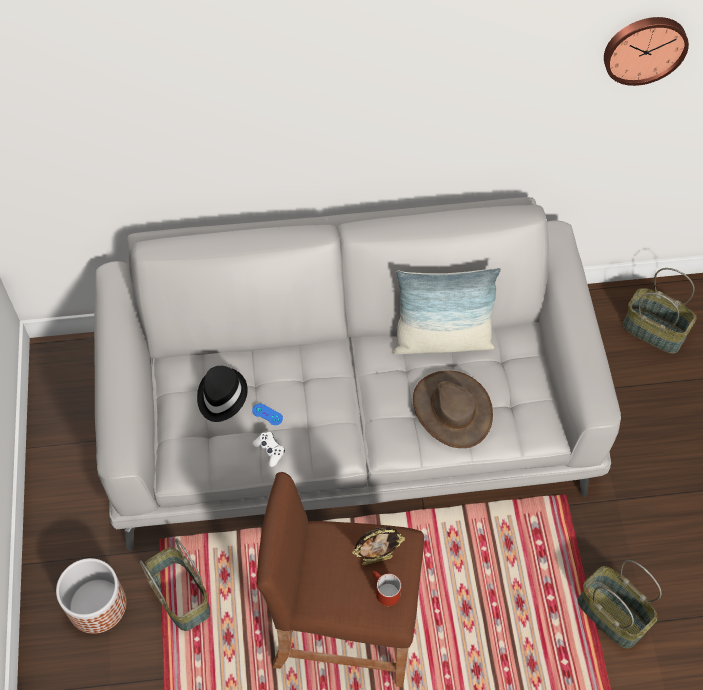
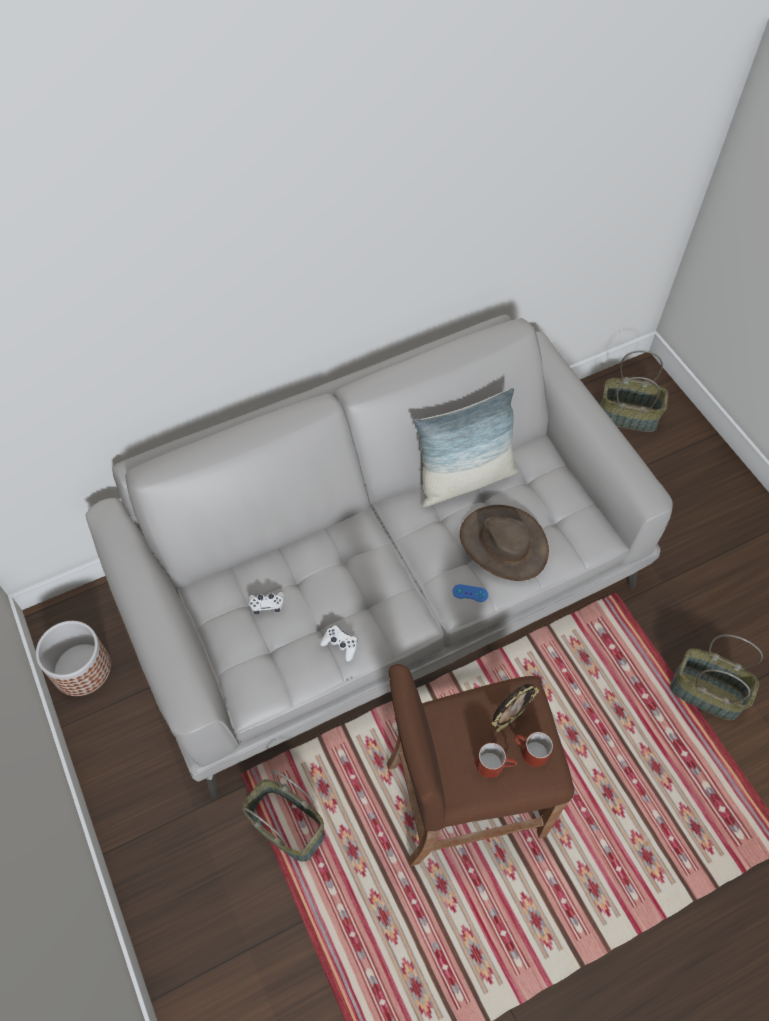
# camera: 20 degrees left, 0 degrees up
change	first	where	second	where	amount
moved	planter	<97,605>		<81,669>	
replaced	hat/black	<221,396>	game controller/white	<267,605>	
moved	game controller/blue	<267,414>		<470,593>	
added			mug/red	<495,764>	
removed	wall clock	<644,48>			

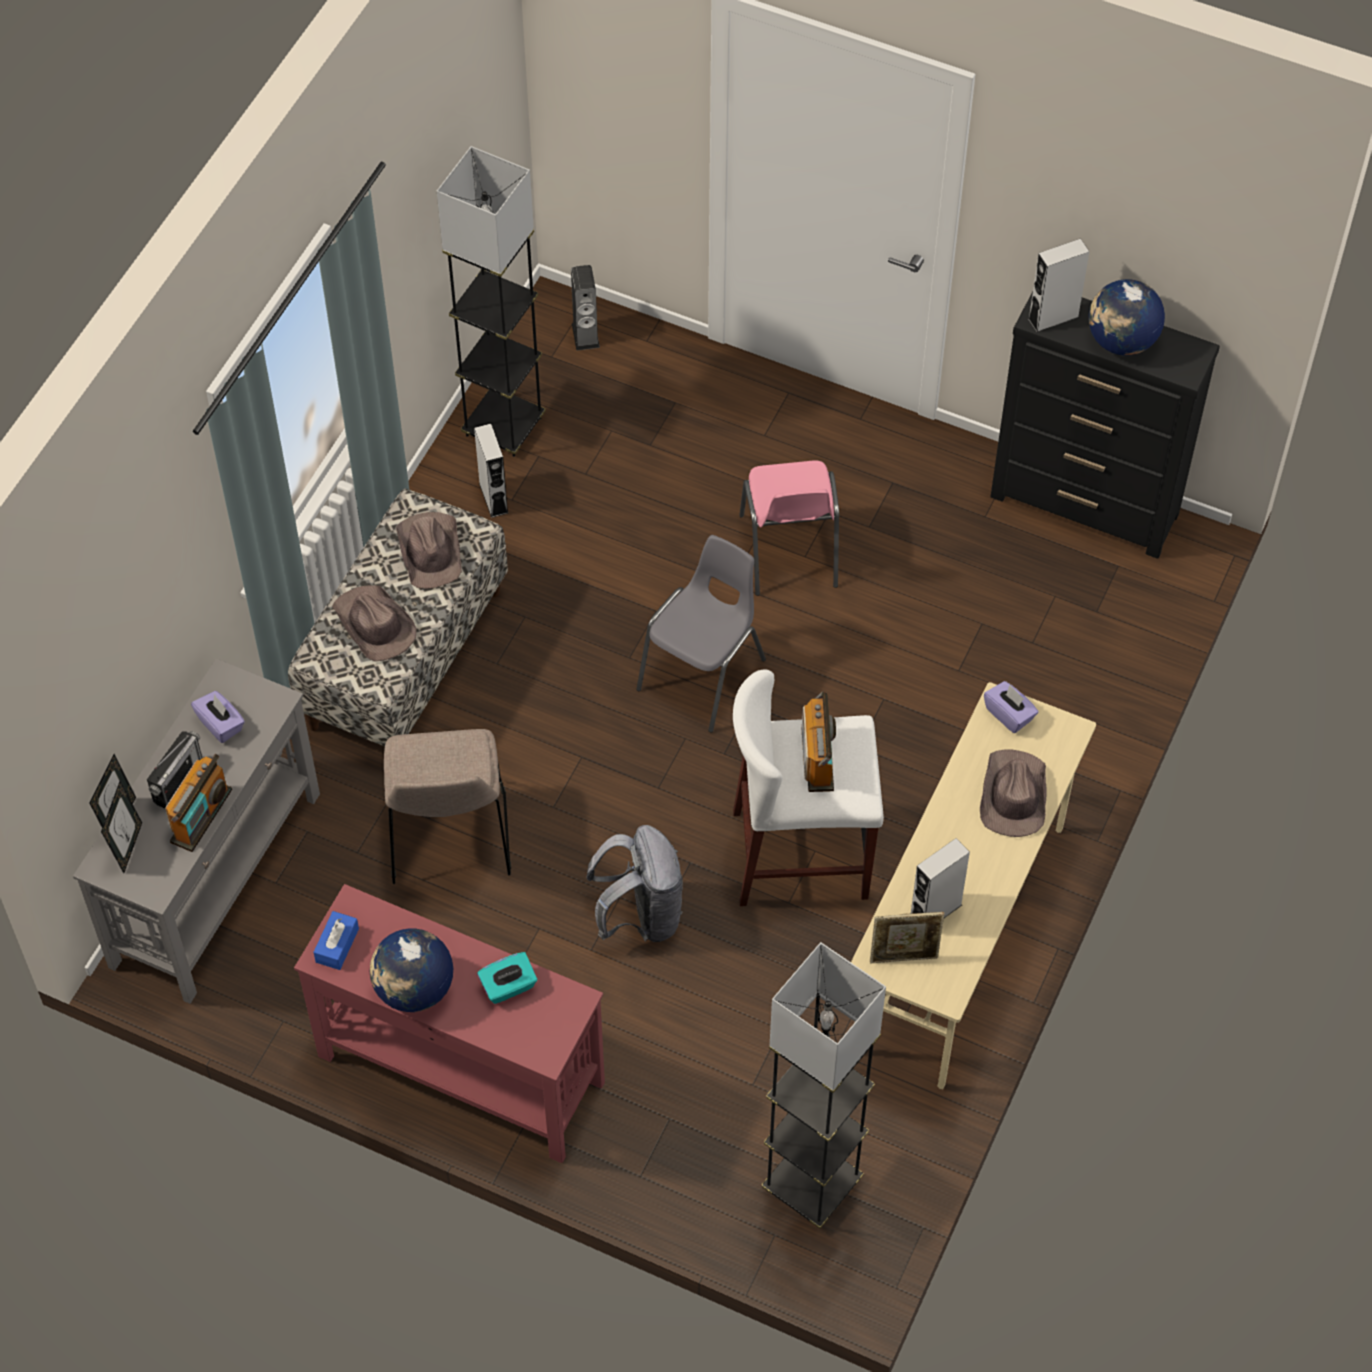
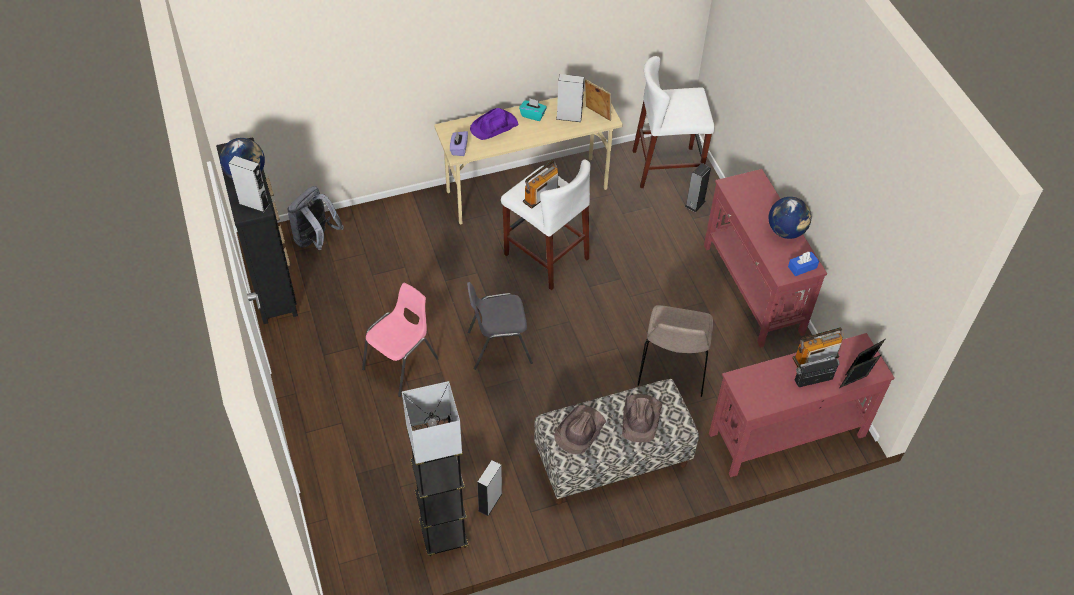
# camera: 135 degrees left, 5 degrees down
change	first	where	second	where	amount
moved	backpack/grey	<640,915>		<316,240>	
recoloured	hat/brown	<1013,795>	hat/purple	<494,127>	
moved	tissue box/turquoise	<508,987>		<533,115>	
replaced	floor lamp/grey	<812,1185>	stool/white	<666,167>	
turned	chair/beige	<449,839>		<672,370>	150 degrees clockwise
moved	speaker	<585,335>		<695,203>	
recoloured	console table/grey	<217,878>	console table/red	<786,434>	
removed	tissue box/purple	<221,724>			

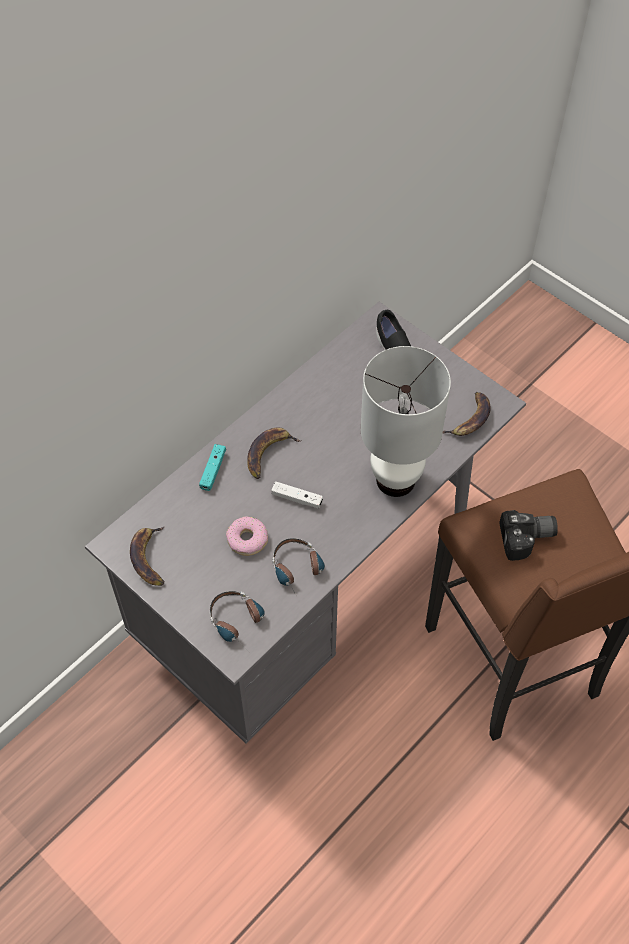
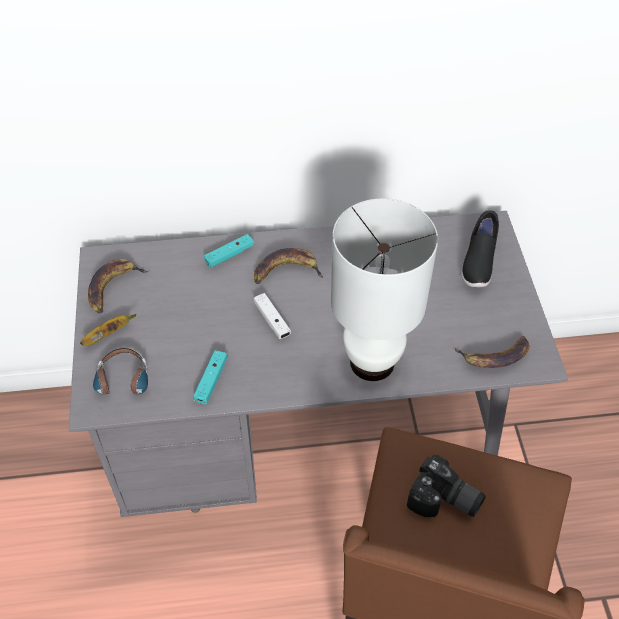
# camera: 40 degrees right, 5 degrees down
change	first	where	second	where	amount
added			banana	<108,335>	
replaced	headphones	<299,573>	game controller/turquoise	<211,380>	
removed	donut	<247,539>			

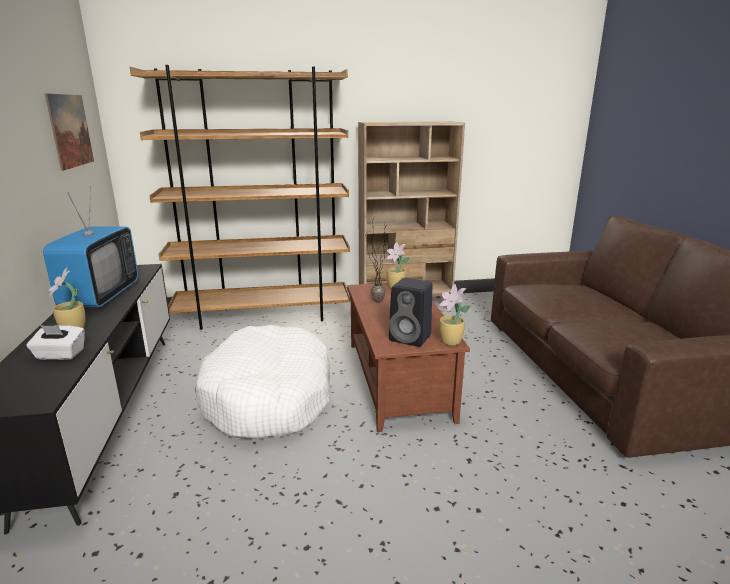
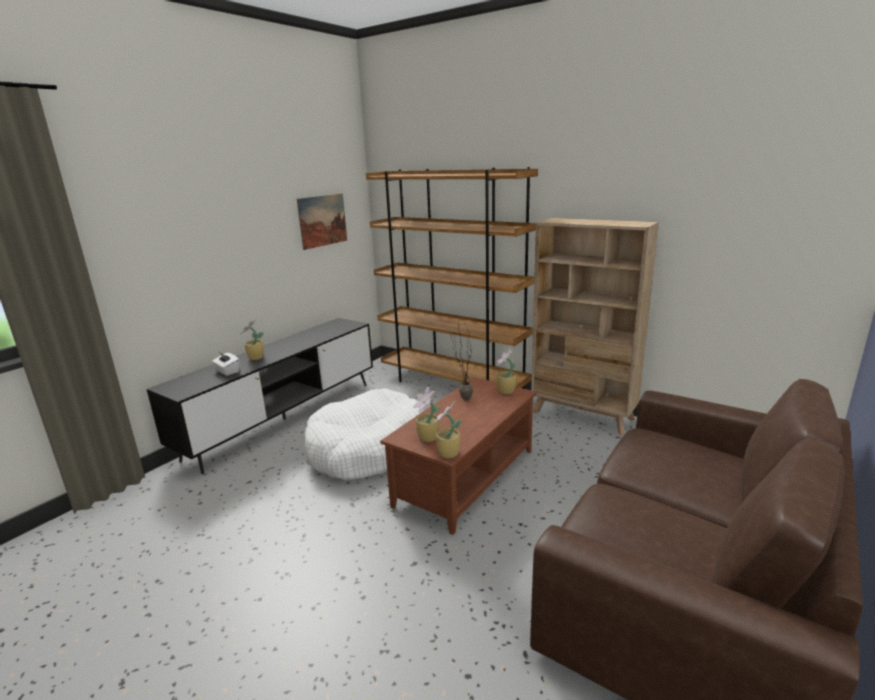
# camera: 45 degrees right, 0 degrees up
change	first	where	second	where	amount
replaced	speaker/black	<411,338>	potted plant	<428,438>	
removed	television	<101,296>			

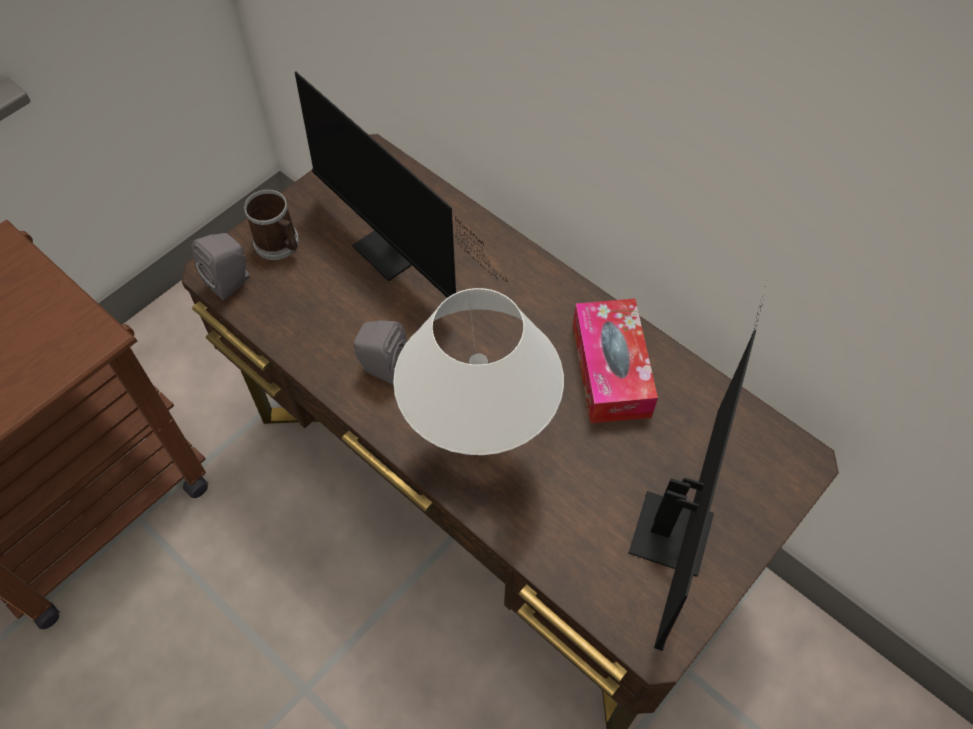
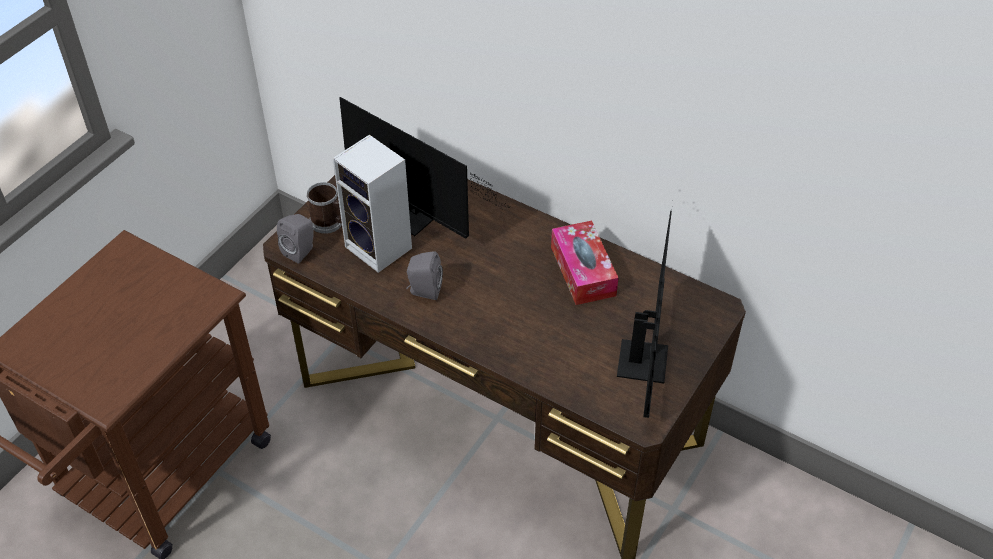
# camera: 10 degrees left, 10 degrees down
change	first	where	second	where	amount
added			speaker	<381,248>	
removed	table lamp/white	<479,455>			

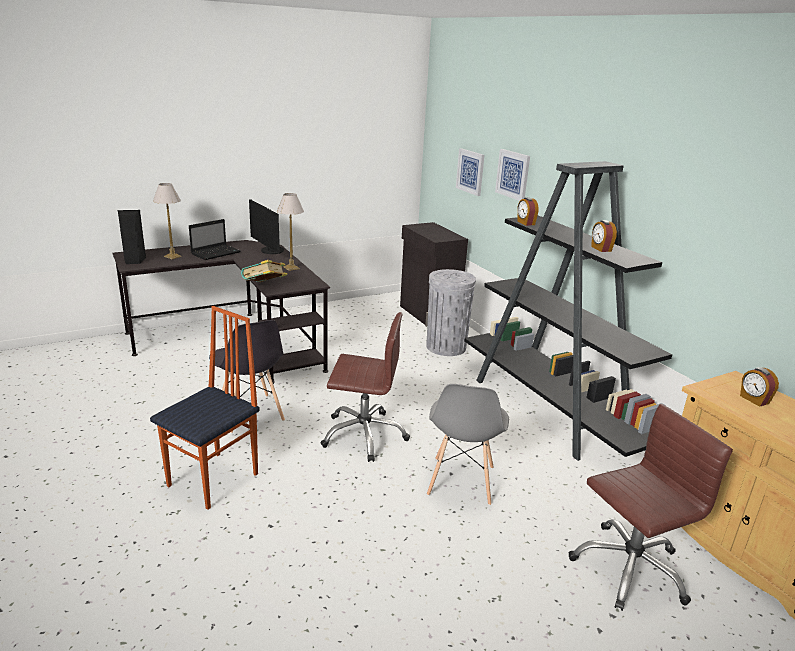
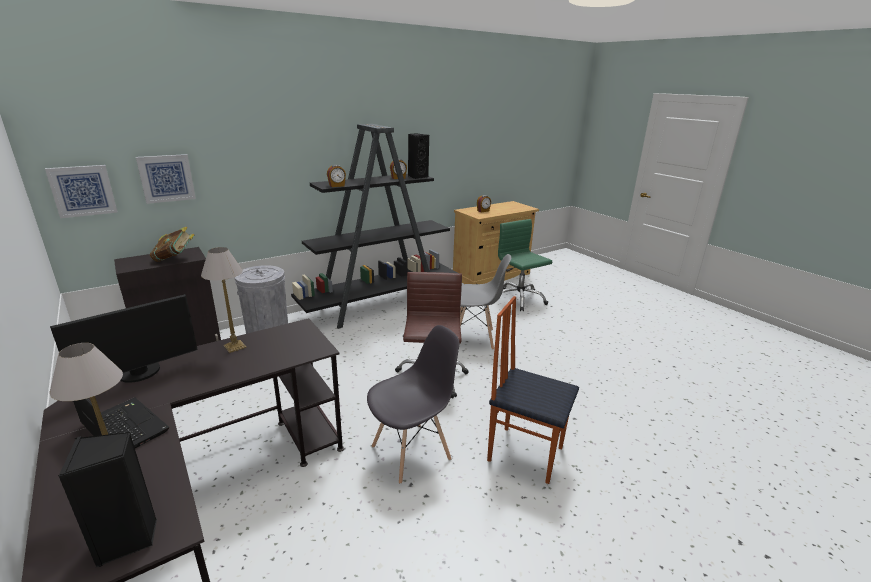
# camera: 95 degrees left, 0 degrees up
change	first	where	second	where	amount
moved	picture	<513,174>		<83,191>	
moved	book	<264,287>		<175,259>	
added			speaker/black	<417,176>	
recoloured	office chair/brown	<629,567>	office chair/green	<519,299>	

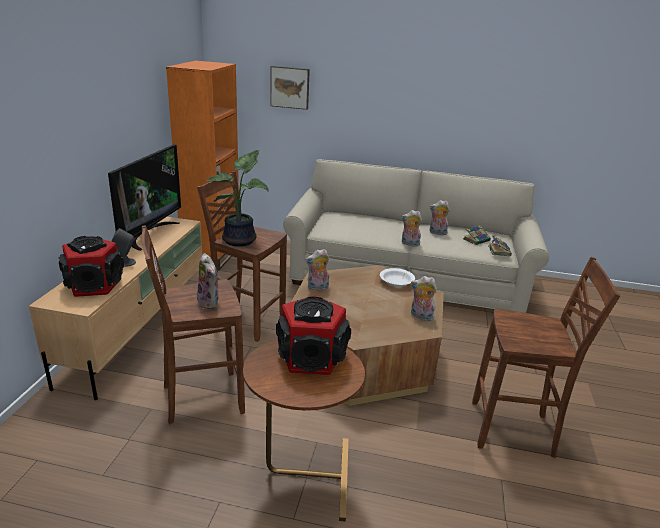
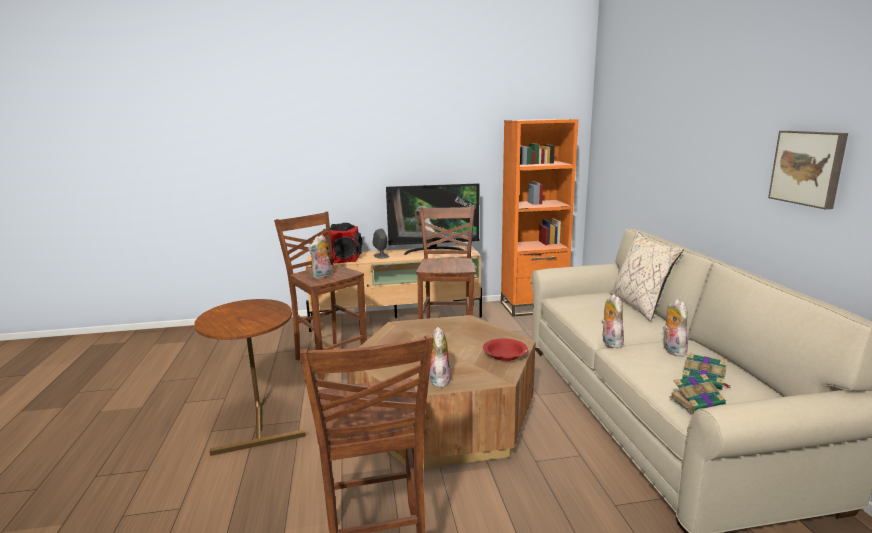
# camera: 70 degrees right, 10 degrees down
change	first	where	second	where	amount
recoloured	bowl/white	<396,282>	bowl/red	<505,355>	
added			pillow/beige	<639,306>	
moved	picture	<290,87>		<808,168>	
removed	potted plant	<241,240>			
removed	speaker	<312,357>			
removed	plush toy	<317,288>			

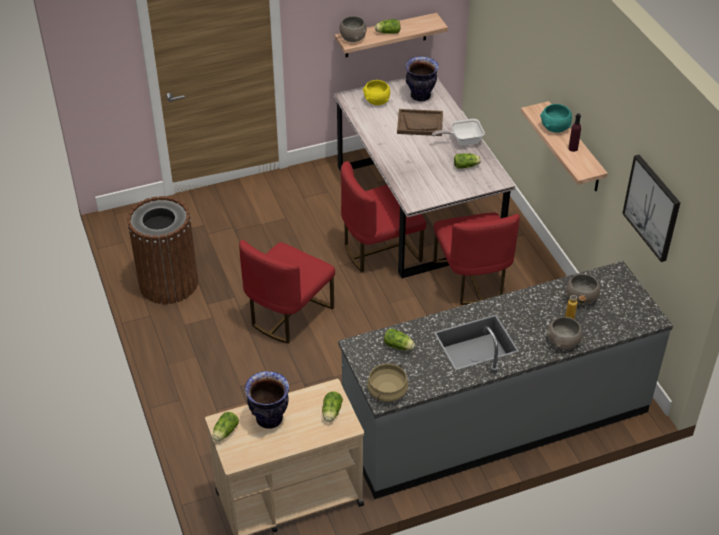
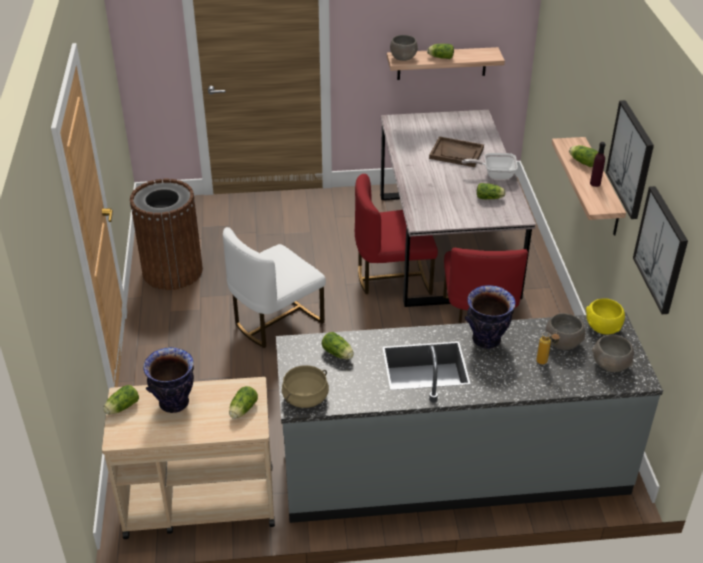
# camera: 15 degrees right, 5 degrees down
change	first	where	second	where	amount
recoloured	chair/red	<288,314>	chair/white	<275,320>	
moved	vase	<420,96>		<486,340>	
replaced	bowl/turquoise	<555,128>	lettuce	<582,162>	
moved	bowl/yellow	<376,101>		<602,327>	
moved	bowl/grey	<563,342>		<610,365>	
added			picture	<631,159>	

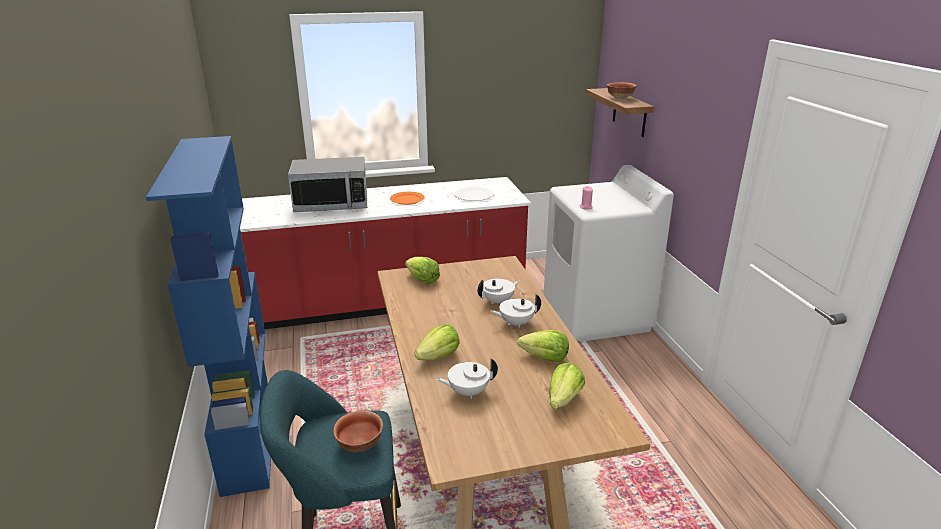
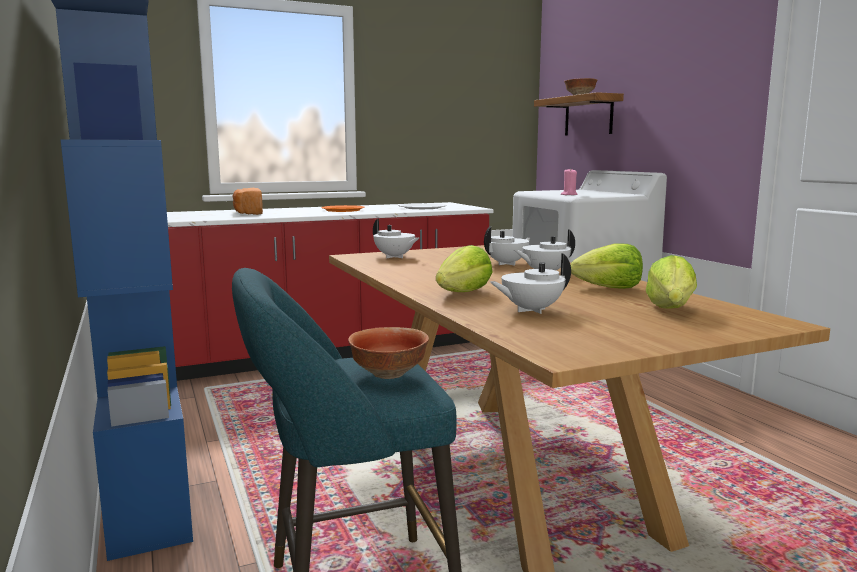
# camera: 10 degrees left, 15 degrees down
change	first	where	second	where	amount
replaced	microwave	<332,204>	bread	<247,213>	
replaced	lettuce	<422,280>	teapot/white	<394,257>	

